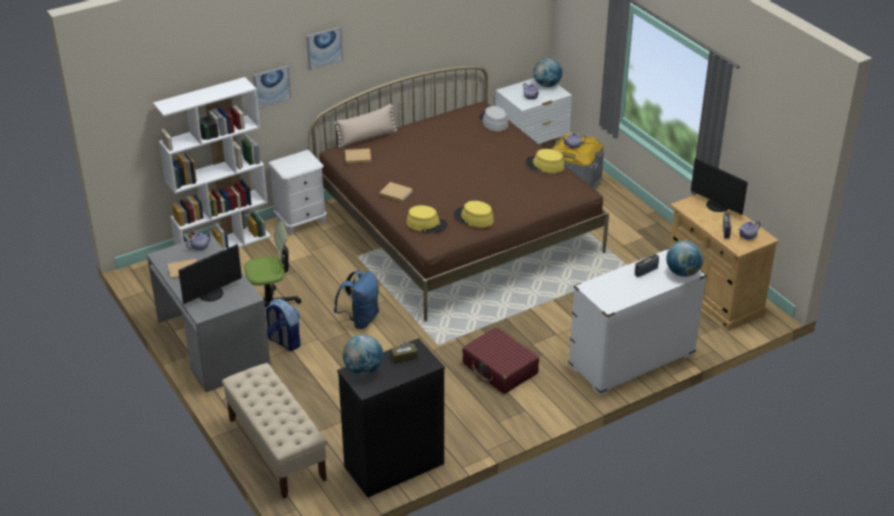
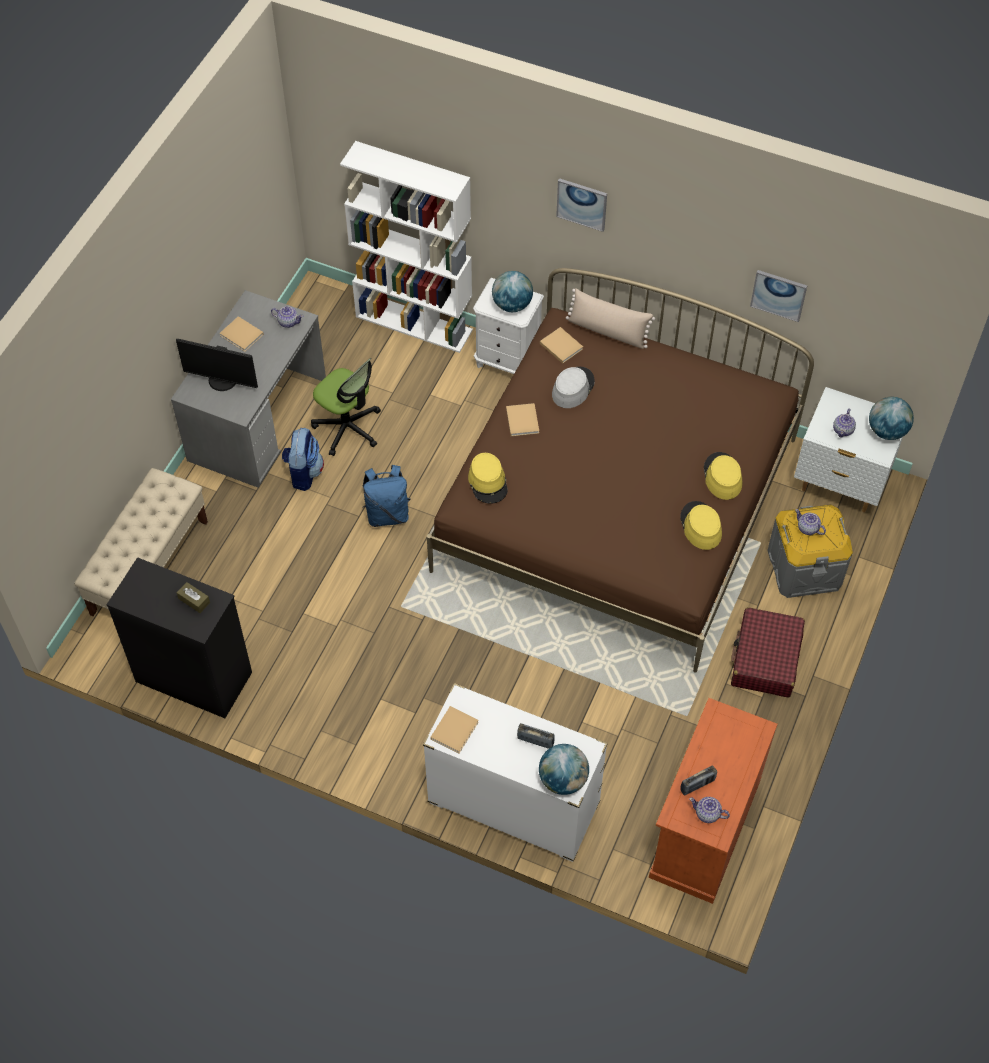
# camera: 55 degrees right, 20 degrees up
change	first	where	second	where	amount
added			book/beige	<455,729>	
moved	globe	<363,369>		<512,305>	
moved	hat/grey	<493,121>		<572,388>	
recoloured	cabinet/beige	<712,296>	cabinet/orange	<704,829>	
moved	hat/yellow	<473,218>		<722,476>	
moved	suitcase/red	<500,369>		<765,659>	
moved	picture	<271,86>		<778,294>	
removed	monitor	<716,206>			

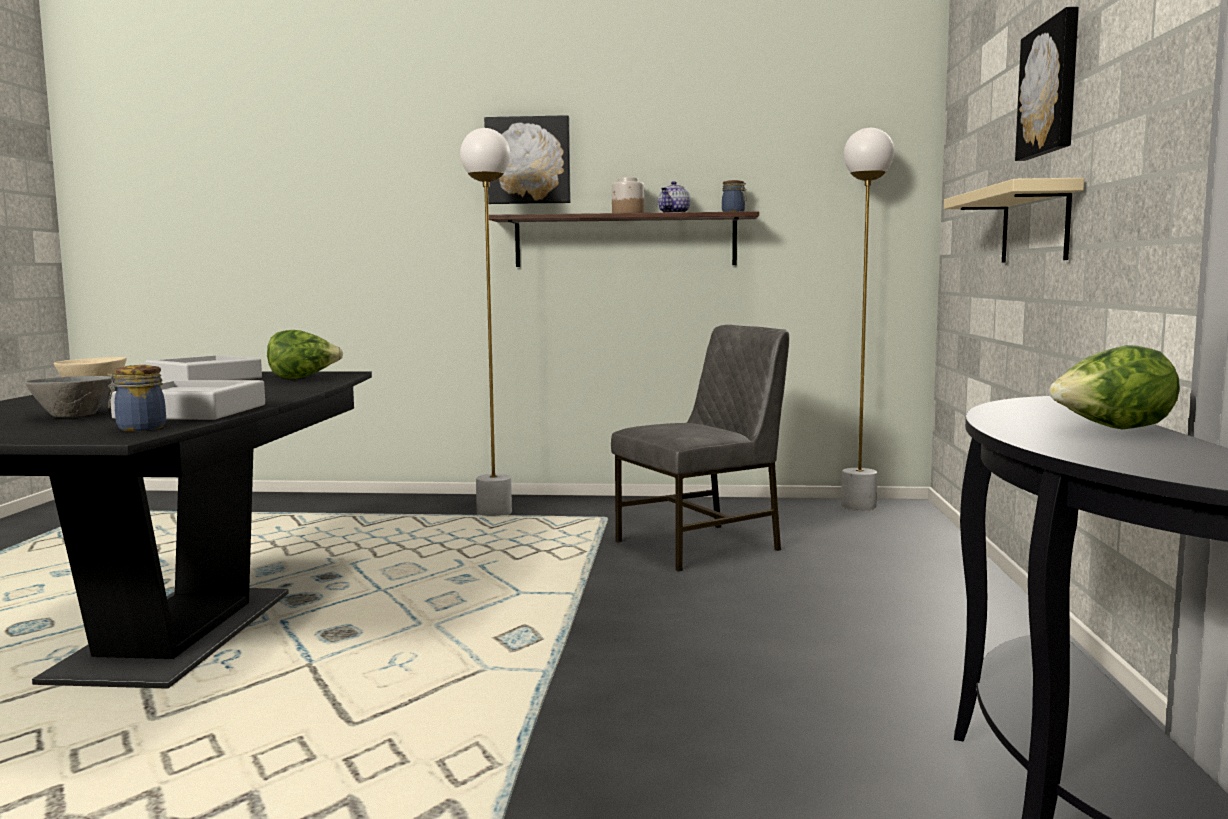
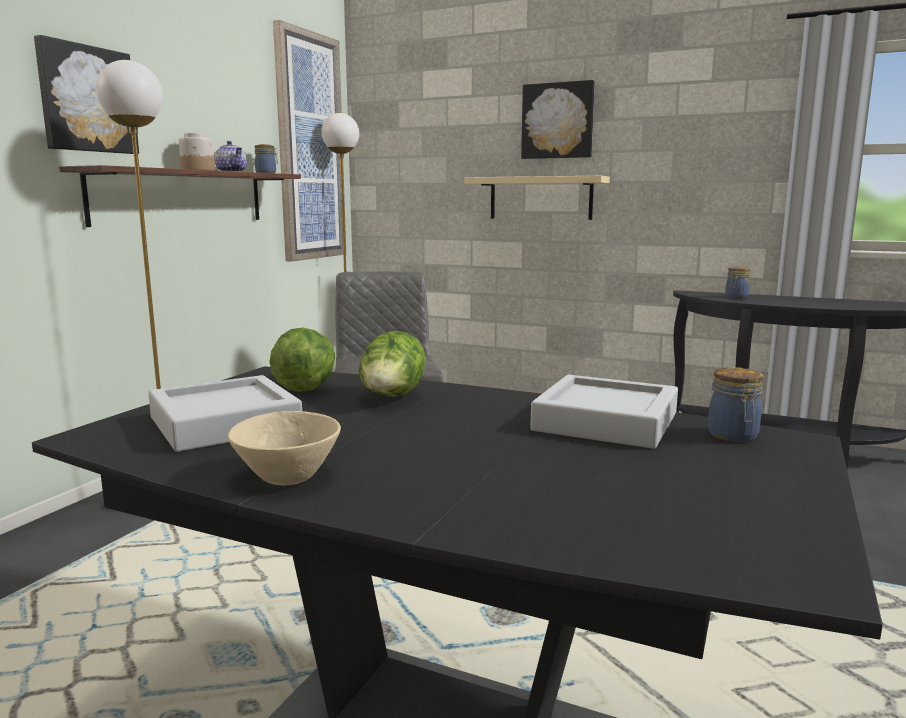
# camera: 70 degrees left, 5 degrees up
change	first	where	second	where	amount
added			picture	<309,148>	
moved	lettuce	<1111,429>		<392,398>	
added			jar	<736,297>	
removed	bowl/grey	<76,415>			

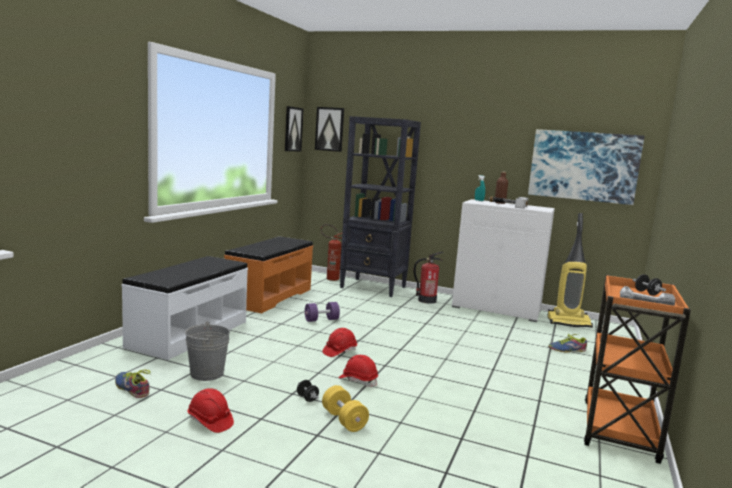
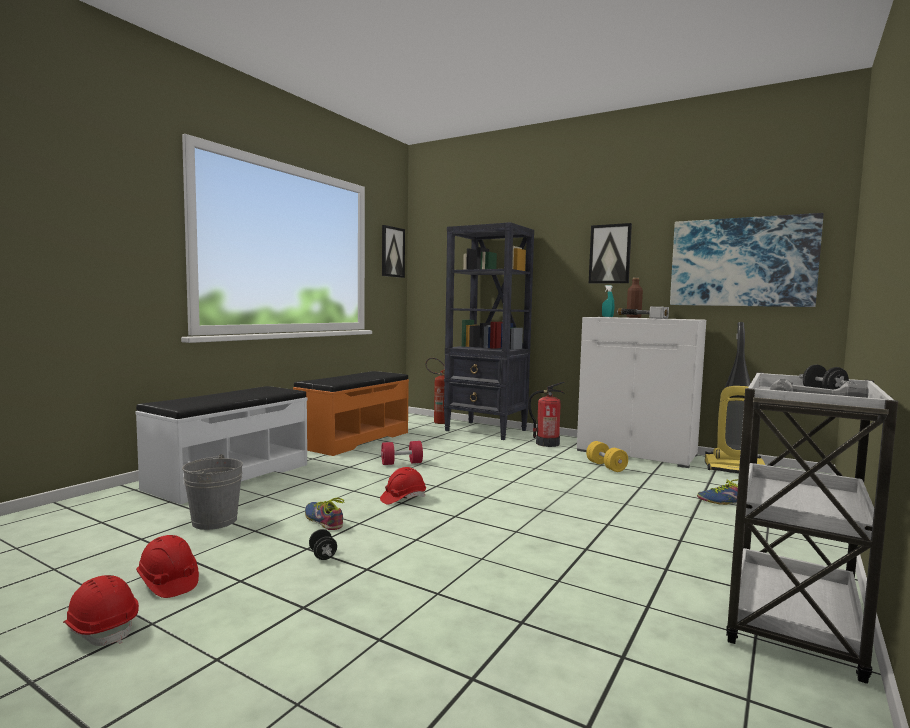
# camera: 10 degrees right, 5 degrees down
change	first	where	second	where	amount
moved	hard hat/red	<358,380>		<102,628>	
moved	shoe	<131,388>		<323,520>	
recoloured	dumbbell/purple	<321,320>	dumbbell/red	<401,463>	
moved	dumbbell/yellow	<344,420>		<606,466>	
moved	picture	<329,129>		<610,254>	
recoloured	cart/orange	<619,432>	cart/white	<793,623>	

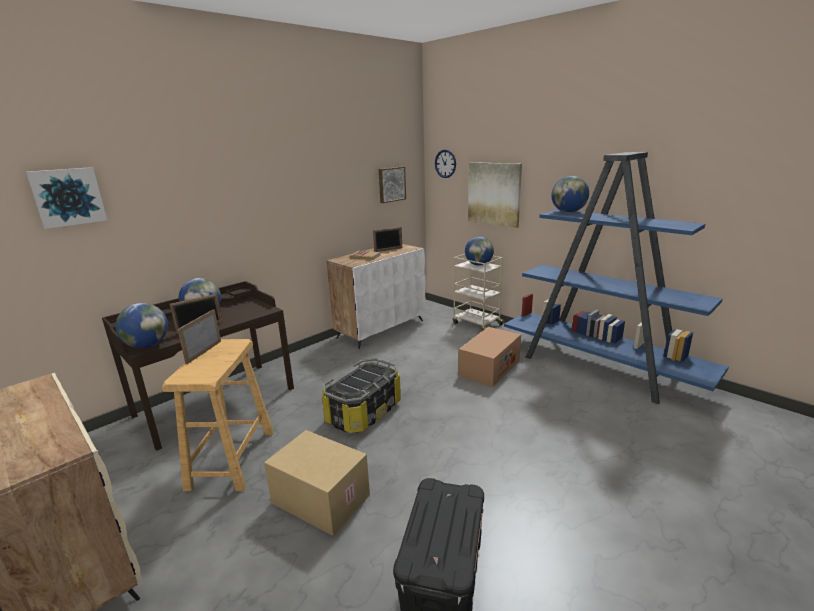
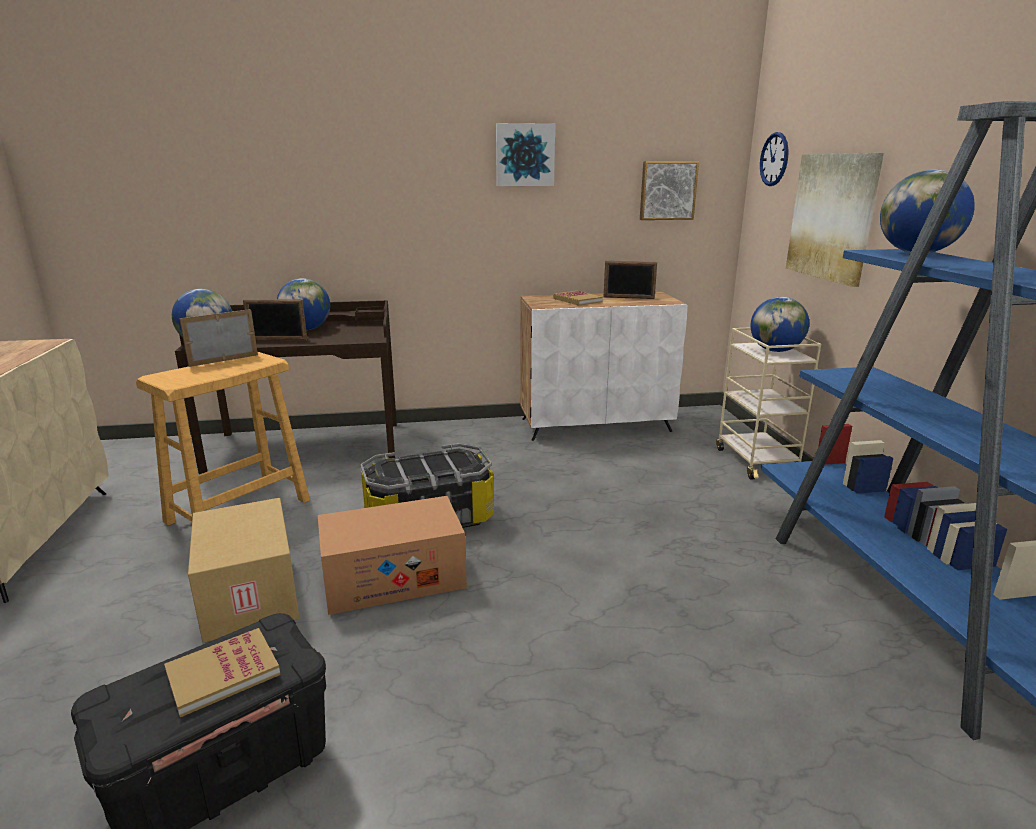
# camera: 35 degrees right, 0 degrees up
change	first	where	second	where	amount
added			book	<223,673>	
moved	cardboard box	<489,368>		<393,578>	
moved	picture	<68,197>		<524,155>	

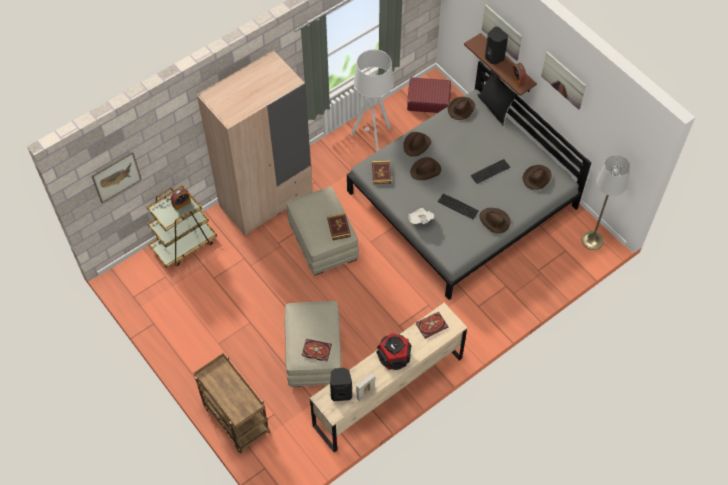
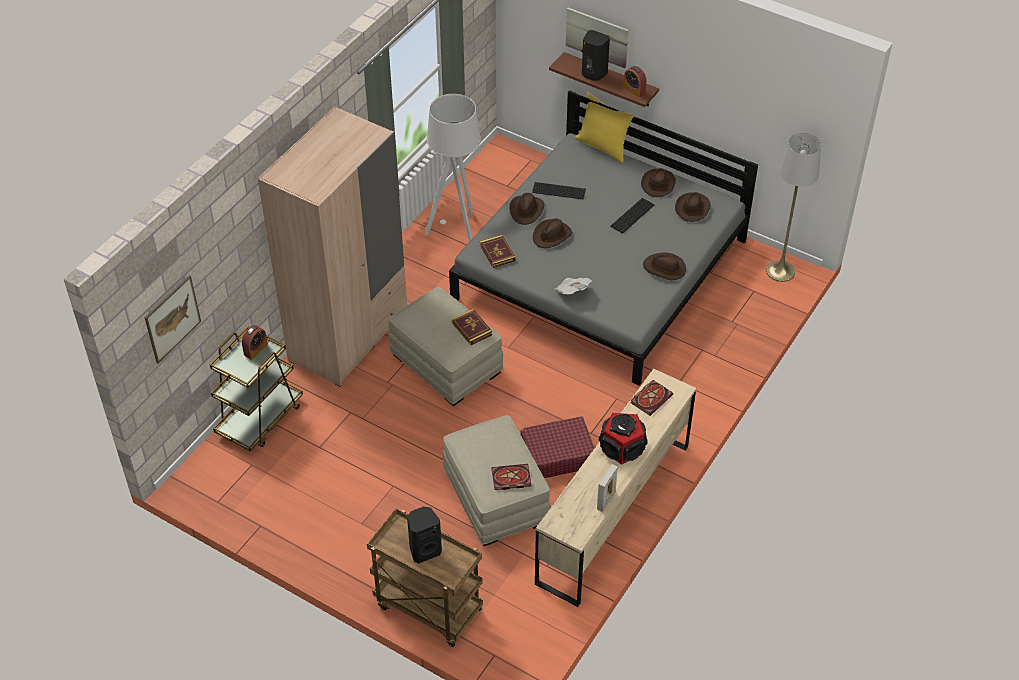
# camera: 20 degrees left, 10 degrees down
change	first	where	second	where	amount
moved	speaker/black	<341,392>		<424,550>	
moved	suitcase/red	<428,100>		<557,455>	
moved	keyboard	<458,205>		<558,190>	
recoloured	pillow/black	<495,107>	pillow/yellow	<603,146>	
moved	hat/brown	<461,109>		<658,184>	
removed	picture	<563,80>			

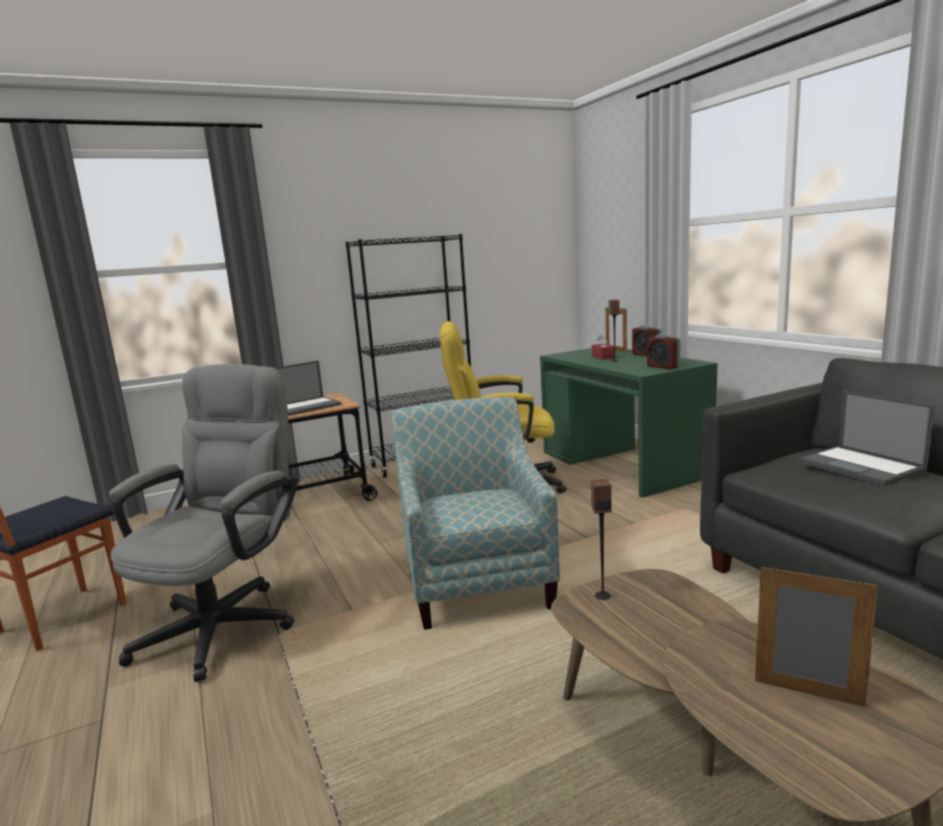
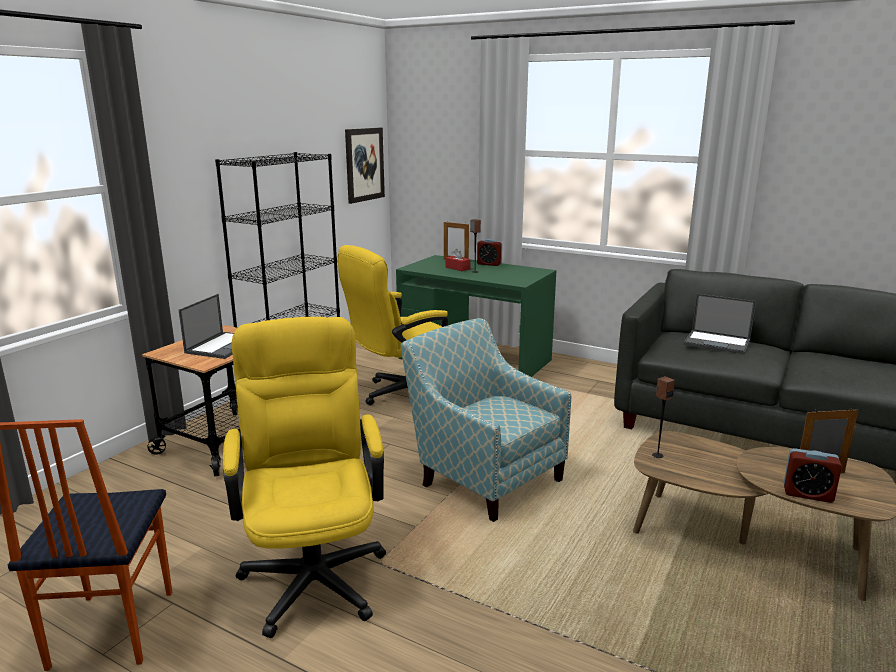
# camera: 35 degrees left, 5 degrees up
change	first	where	second	where	amount
recoloured	office chair/grey	<227,621>	office chair/yellow	<313,570>	
added			picture	<364,164>	
moved	alarm clock	<663,367>		<807,494>	

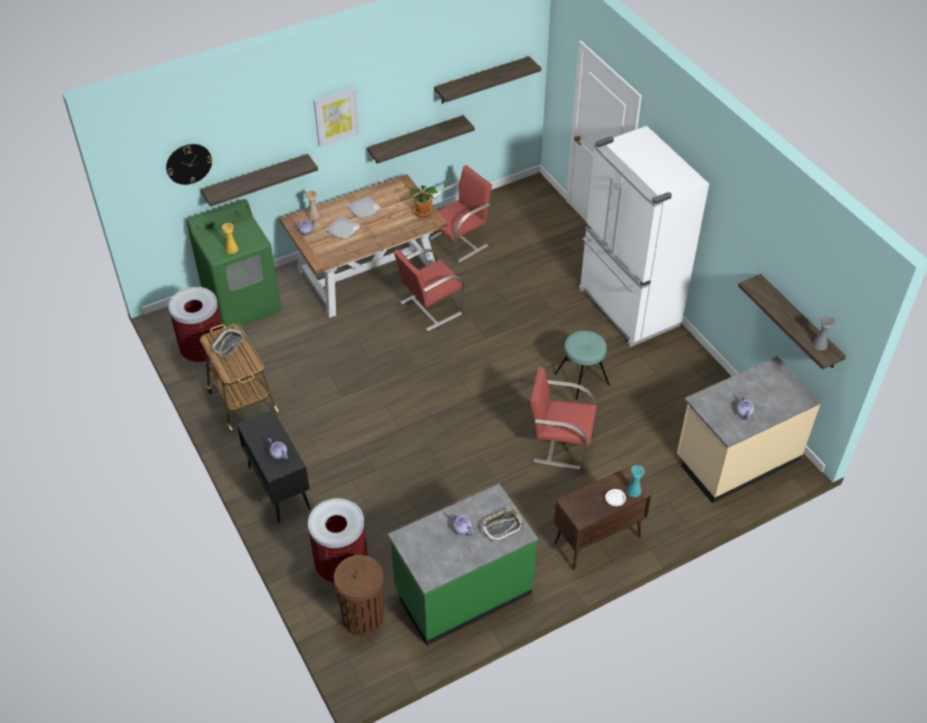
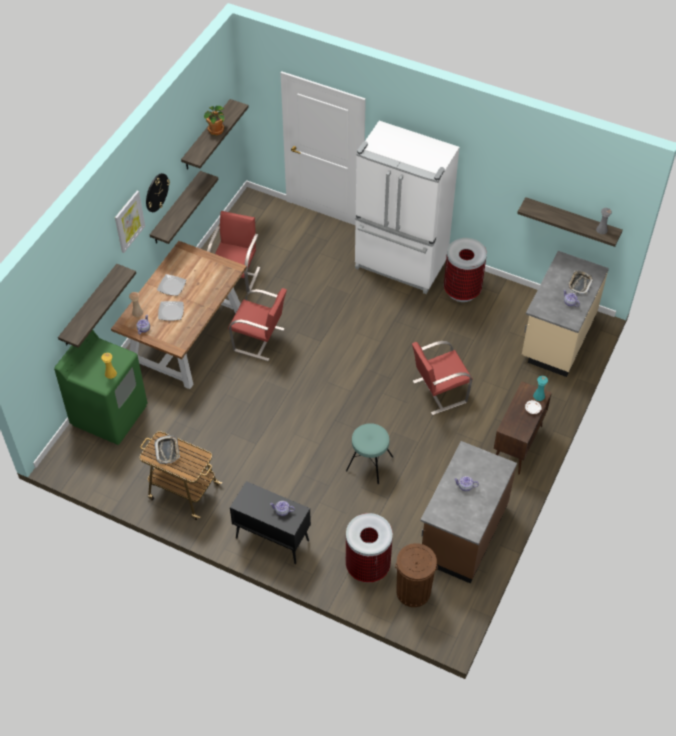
# camera: 35 degrees left, 5 degrees up
change	first	where	second	where	amount
moved	wall clock	<188,163>		<156,192>	
moved	potted plant	<423,212>		<216,130>	
turned	chair/red	<430,308>		<260,340>	90 degrees counterclockwise
moved	stool/turquoise	<582,379>		<369,463>	
recoloured	counter/green	<462,592>	counter/brown	<462,533>	
moved	trash can	<204,351>		<462,290>	
moved	tray	<502,526>		<579,284>	

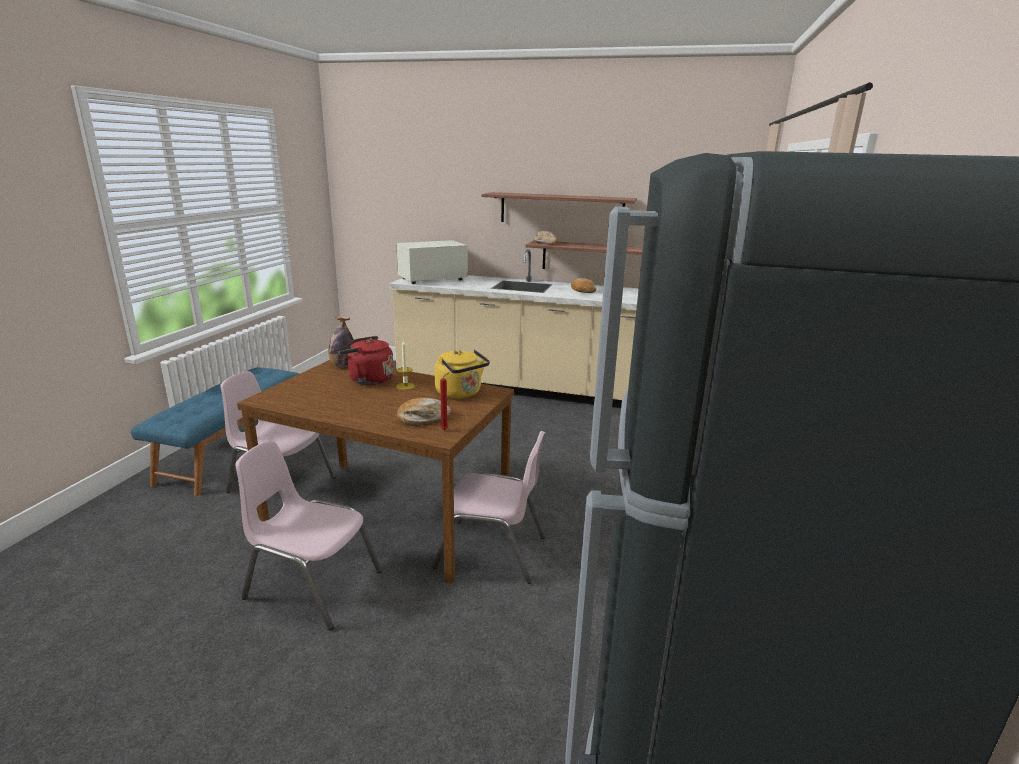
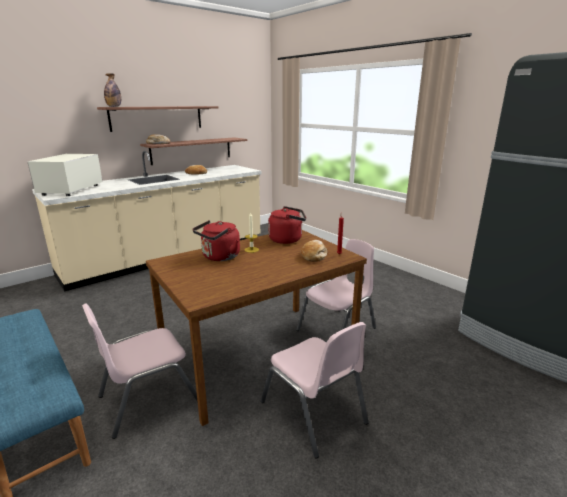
# camera: 55 degrees left, 0 degrees up
change	first	where	second	where	amount
moved	bottle	<342,366>		<114,106>	
turned	chair/pink	<313,585>		<313,412>	90 degrees counterclockwise
recoloured	kettle/yellow	<460,394>	kettle/red	<287,239>	

